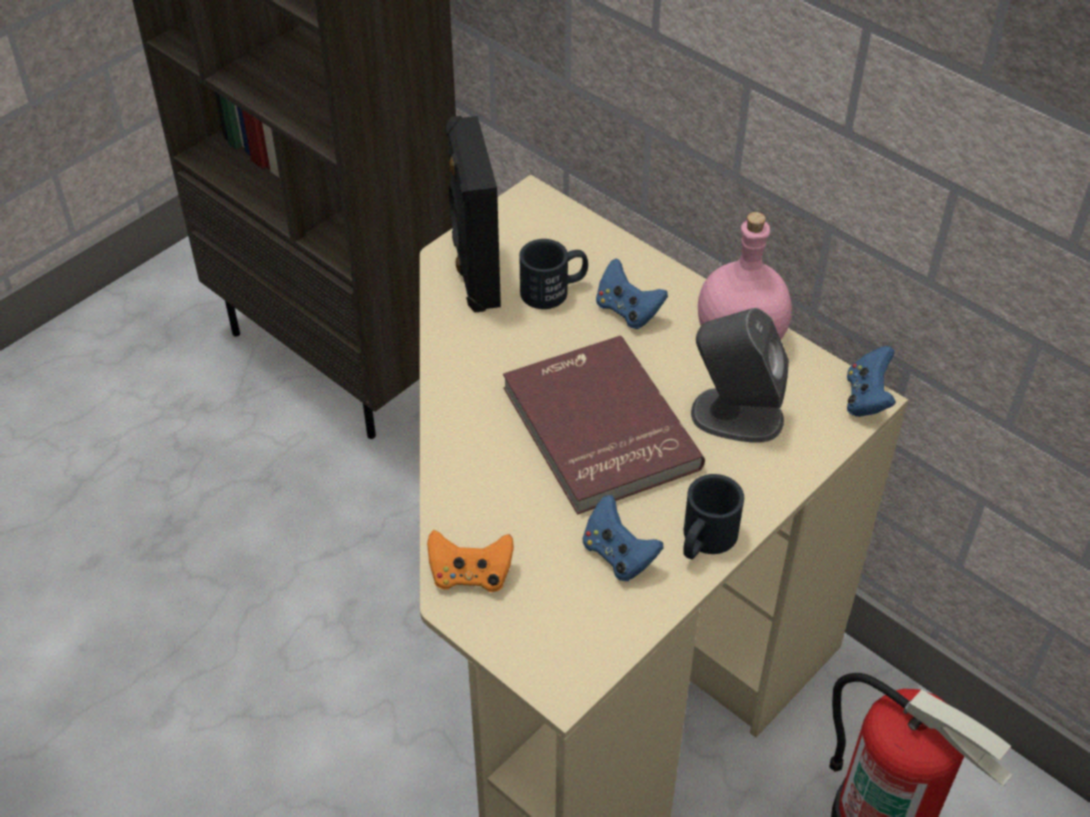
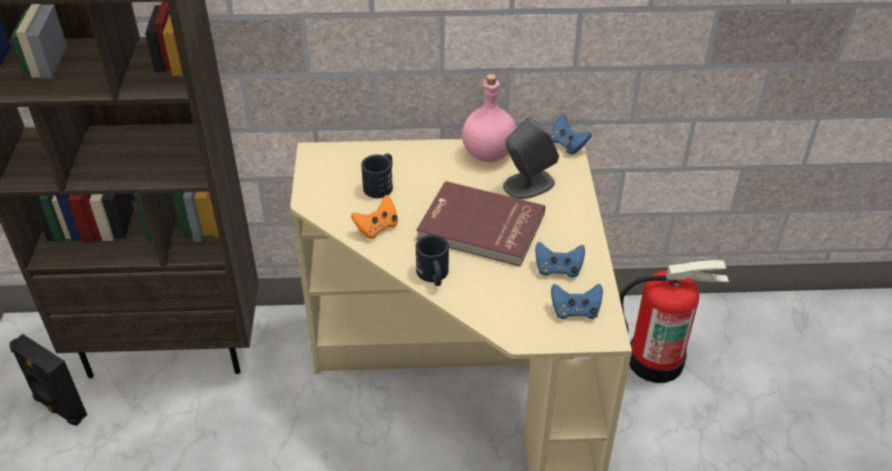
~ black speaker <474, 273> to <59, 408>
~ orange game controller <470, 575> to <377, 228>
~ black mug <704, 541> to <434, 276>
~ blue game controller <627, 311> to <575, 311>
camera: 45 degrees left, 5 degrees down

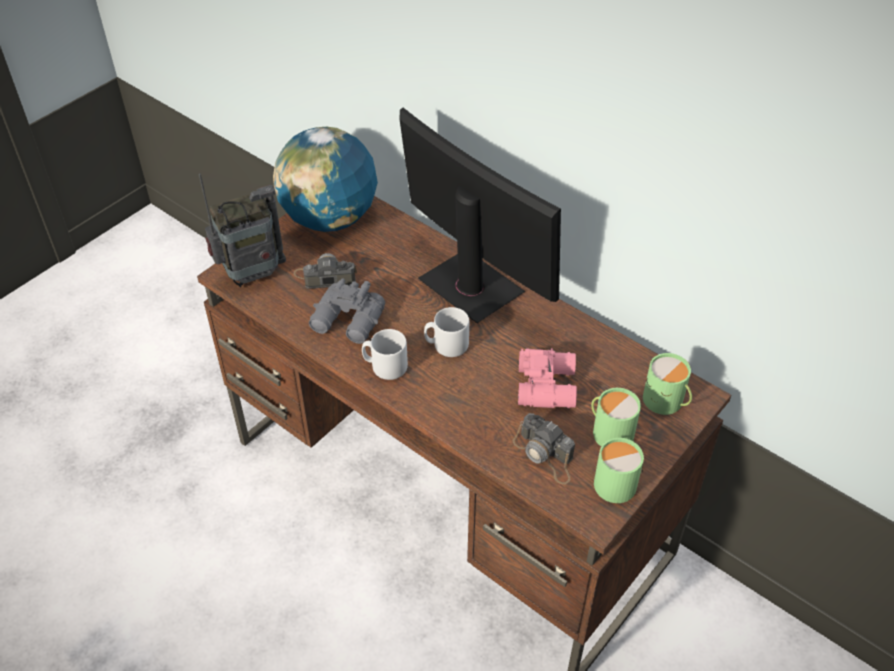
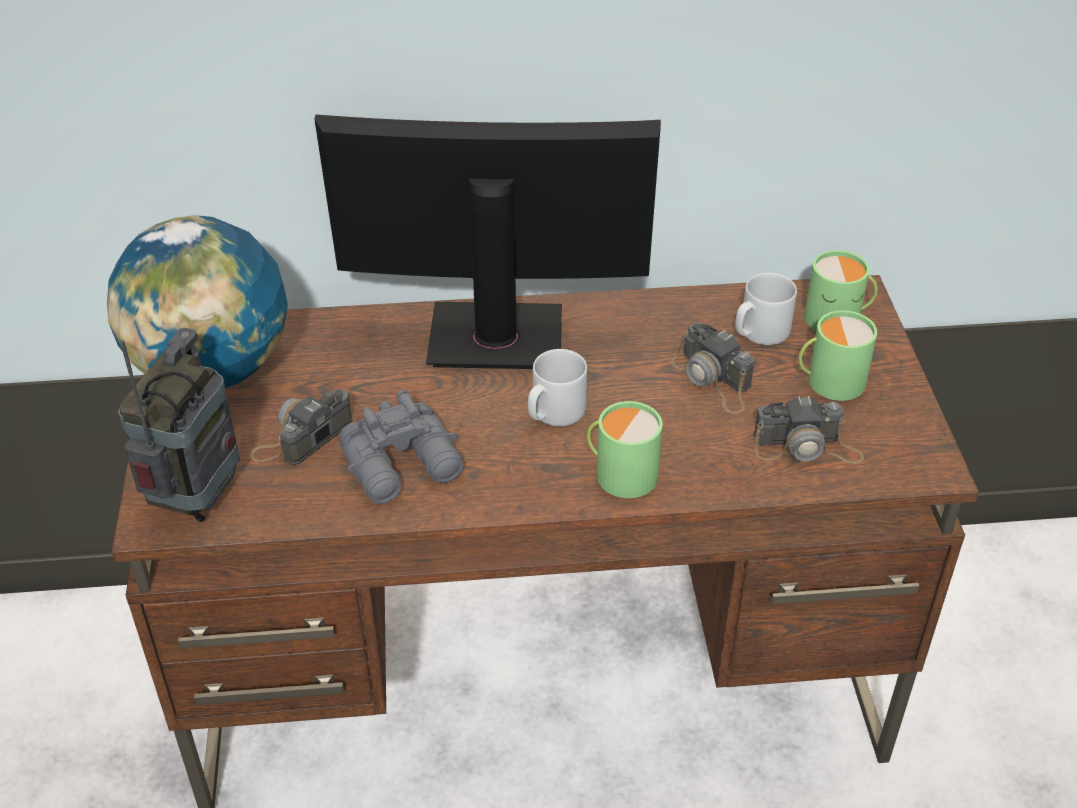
~ green mug <613, 480> to <620, 472>
~ pink binoculars <548, 385> to photo camera <713, 380>
~ grey mug <385, 366> to <759, 333>
camera: 45 degrees left, 5 degrees down

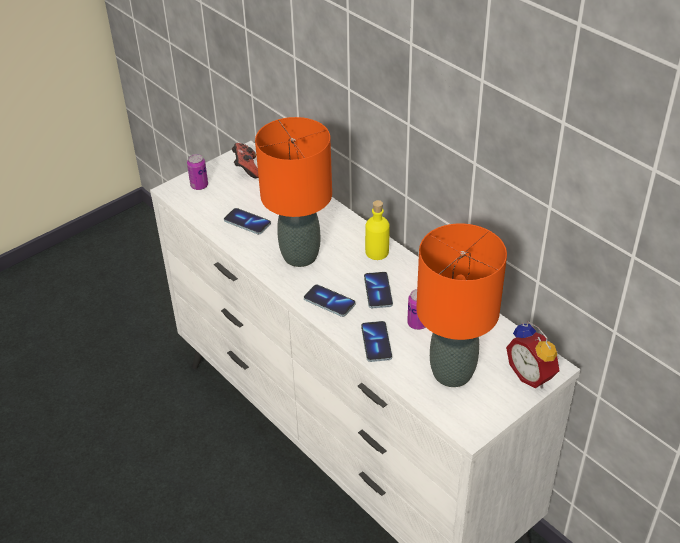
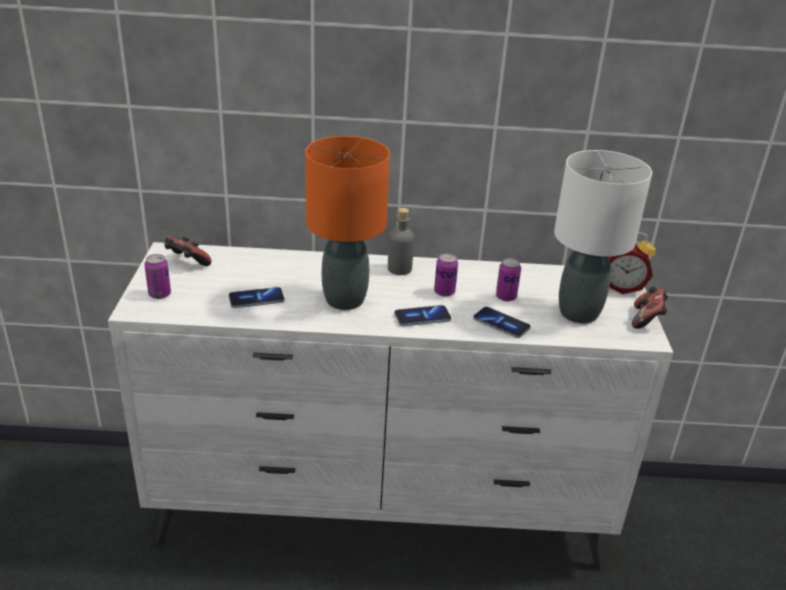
~ yellow bottle <377, 252> to grey bottle <399, 269>
~ phone <378, 291> to can <444, 292>
~ orange table lamp <452, 373> to white table lamp <579, 313>
+ game controller <647, 320>
camera: 50 degrees left, 10 degrees down

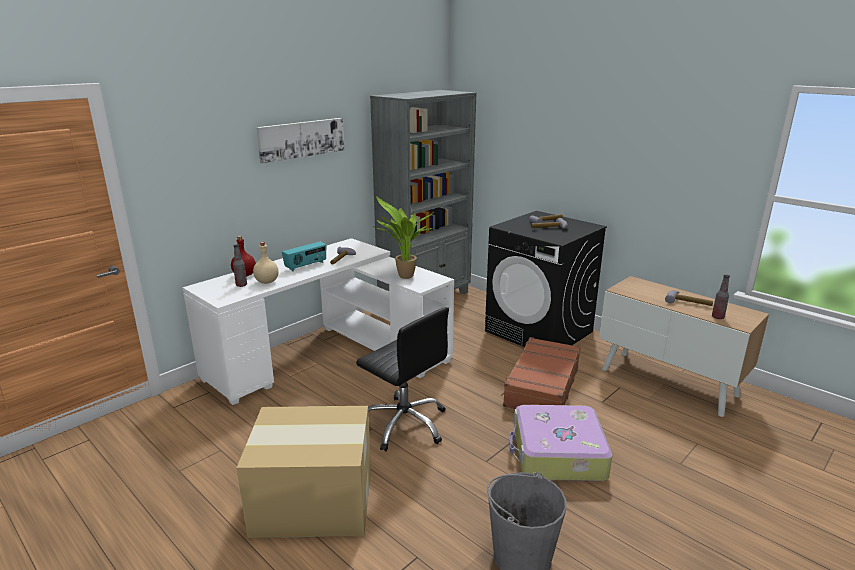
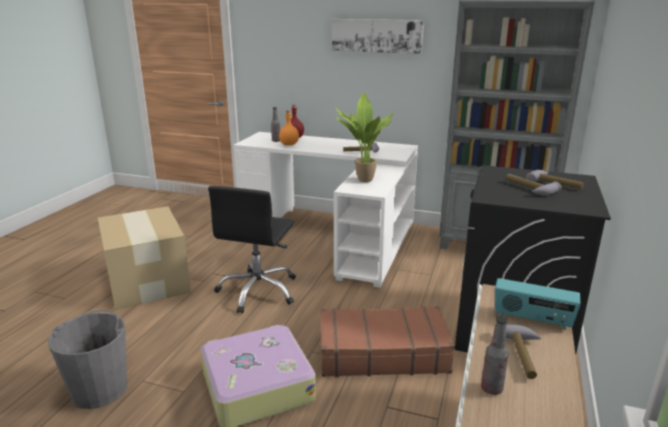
~ beige bottle <266, 282> to orange bottle <289, 144>
~ radio <306, 266> to <532, 319>
camera: 65 degrees right, 0 degrees up

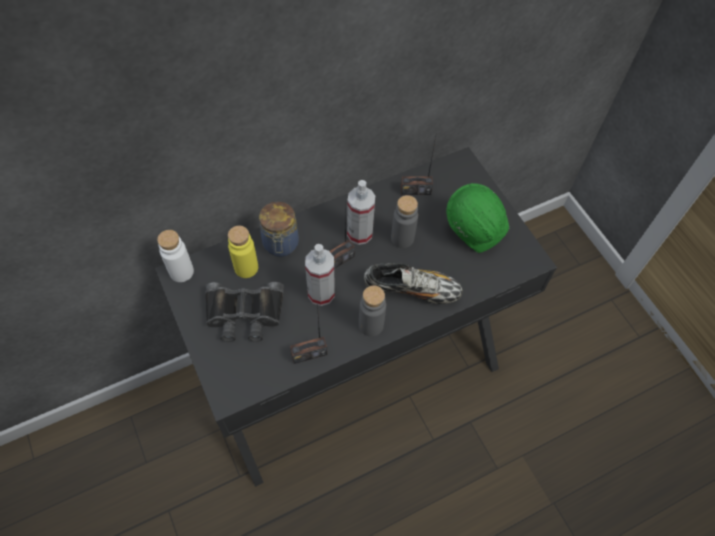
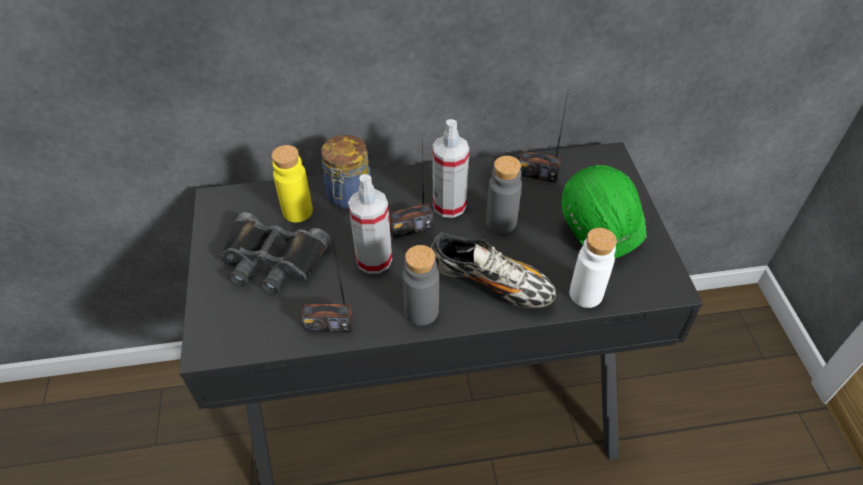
~ white bottle <181, 272> to <586, 294>
camera: 20 degrees right, 10 degrees down

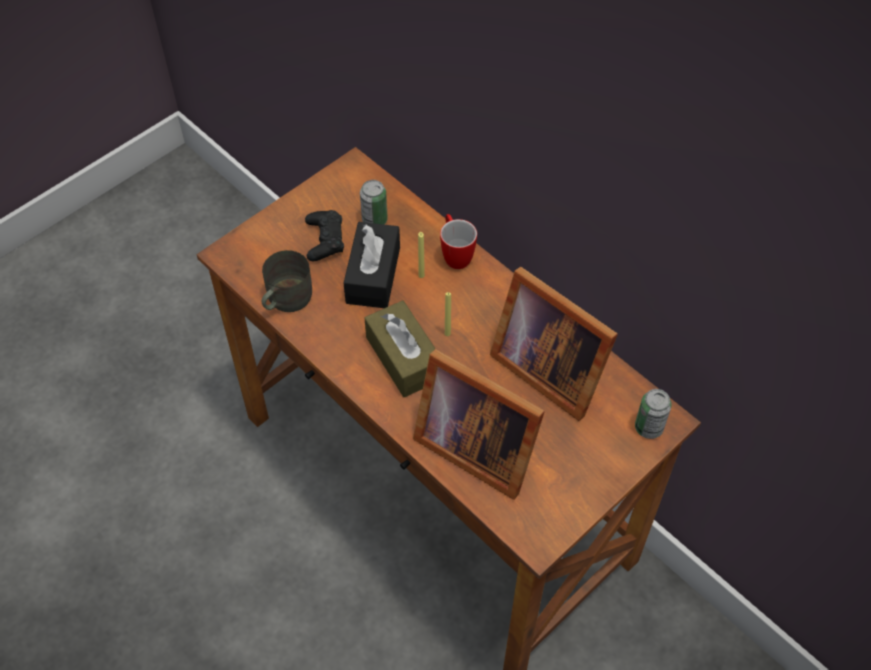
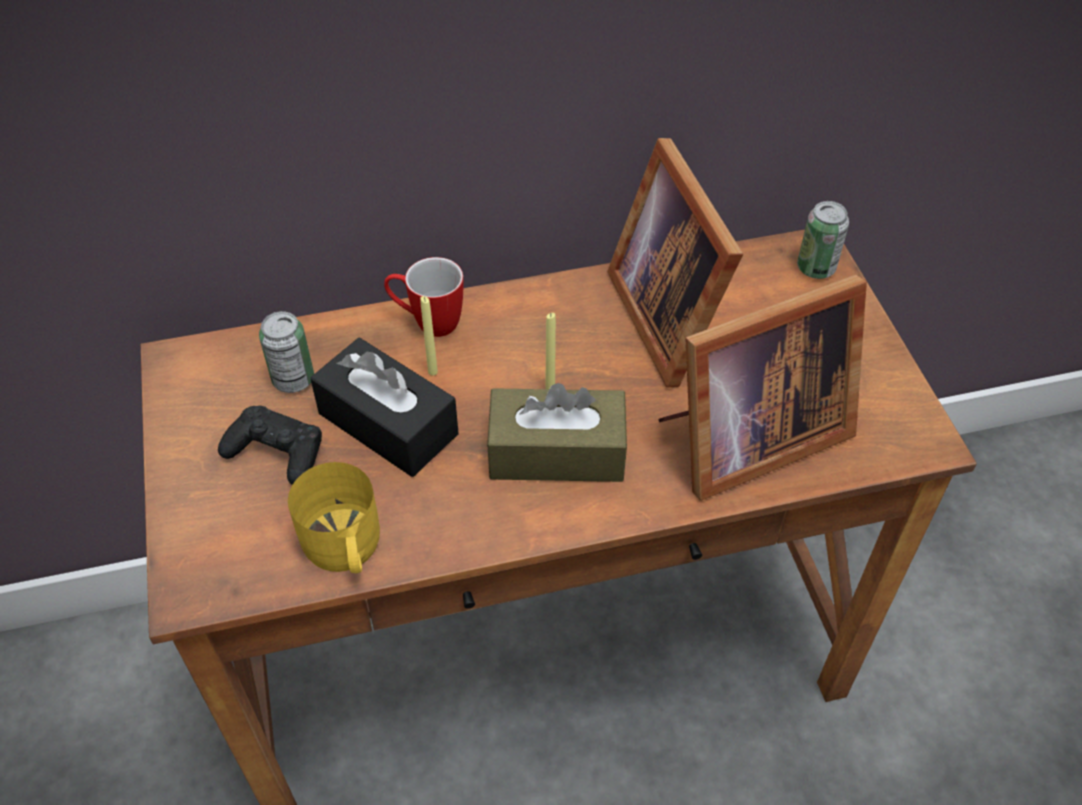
~ grey mug <285, 299> to yellow mug <344, 549>
~ picture frame <547, 367> = <672, 315> 90 degrees clockwise
camera: 60 degrees left, 5 degrees down

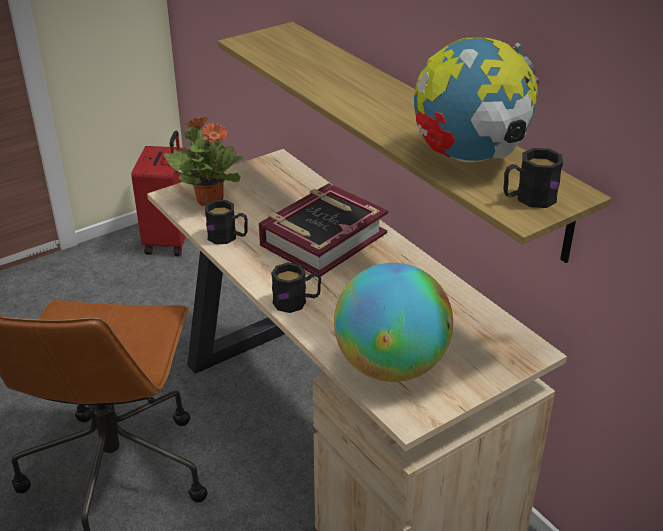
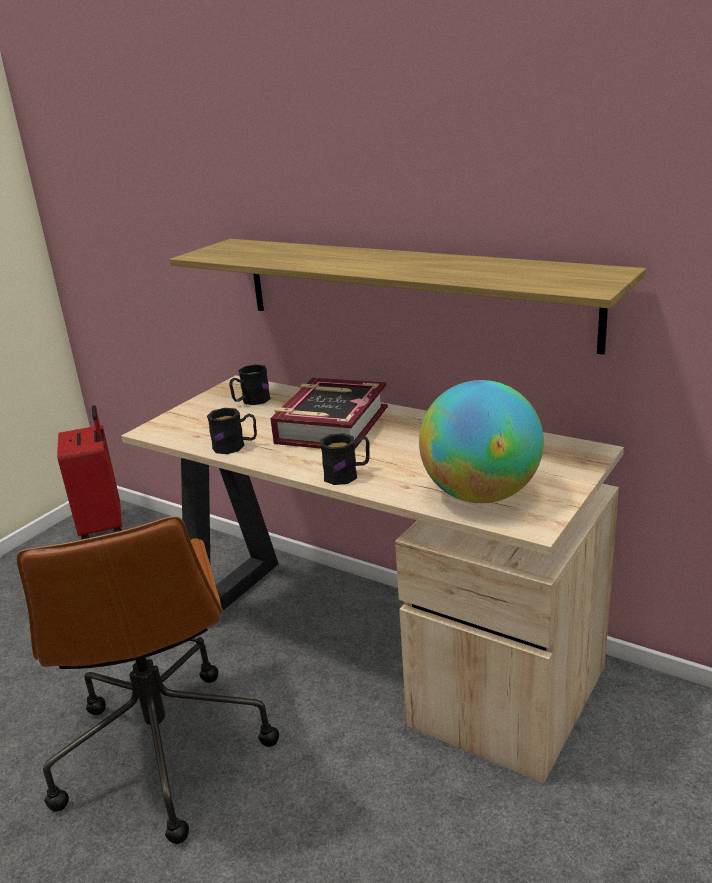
~ black mug <528, 199> to <251, 401>
- potted plant <209, 199>
- globe <469, 156>
camera: 20 degrees left, 10 degrees down

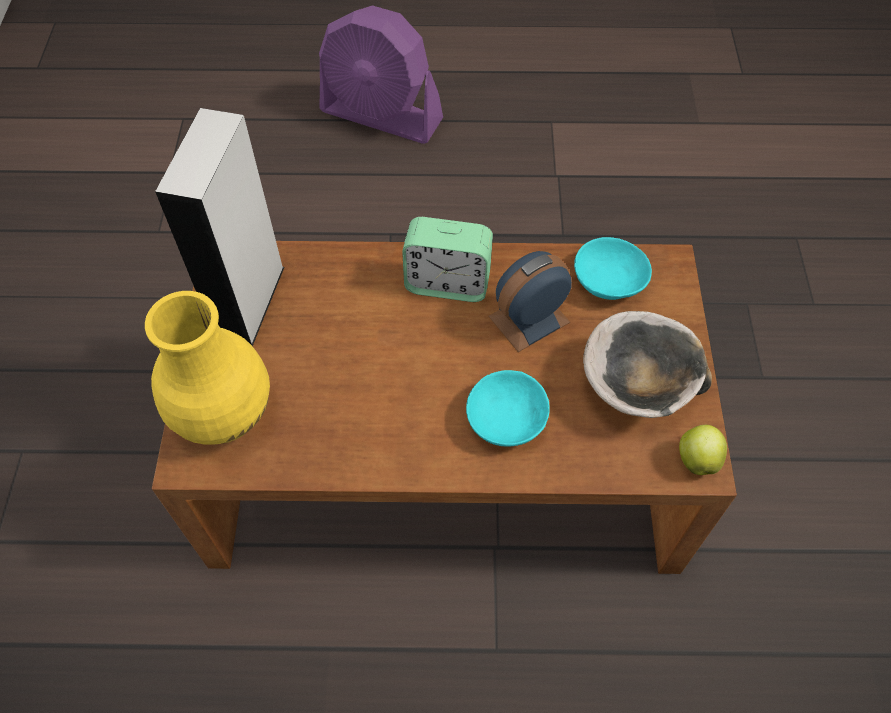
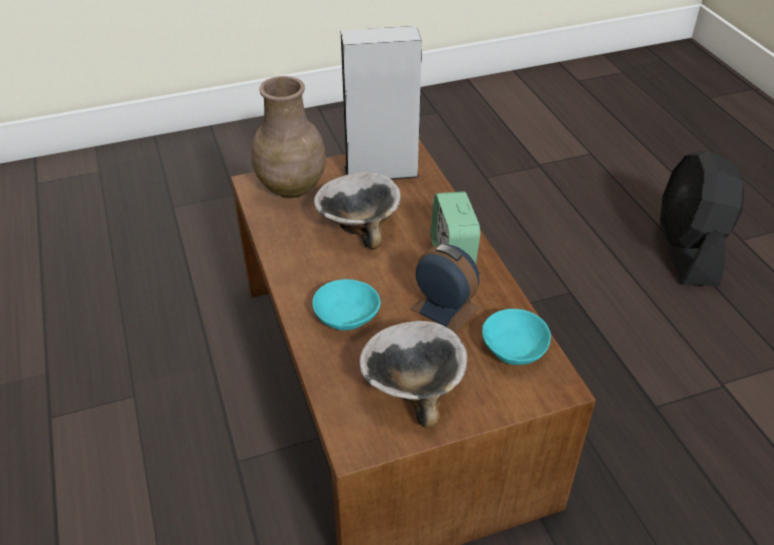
~ yellow vase <225, 413> to brown vase <292, 187>
+ bowl <358, 225>
~ purple fan <381, 115> to black fan <687, 250>
- apple <697, 459>
camera: 70 degrees right, 15 degrees down

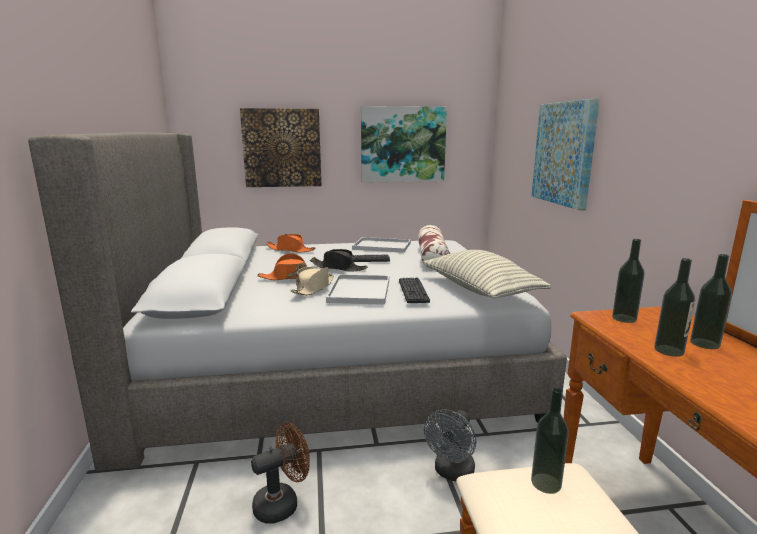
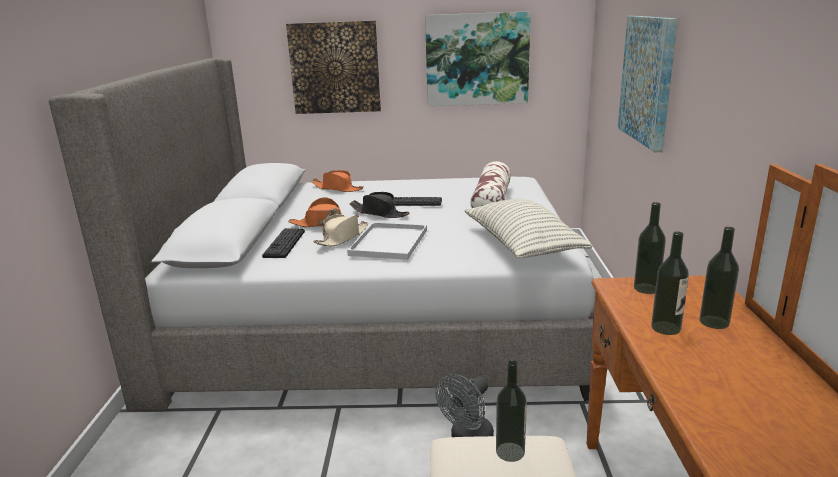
~ keyboard <413, 291> to <284, 243>
- brown fan <282, 503>
- white tray <383, 246>
camera: 10 degrees right, 5 degrees up

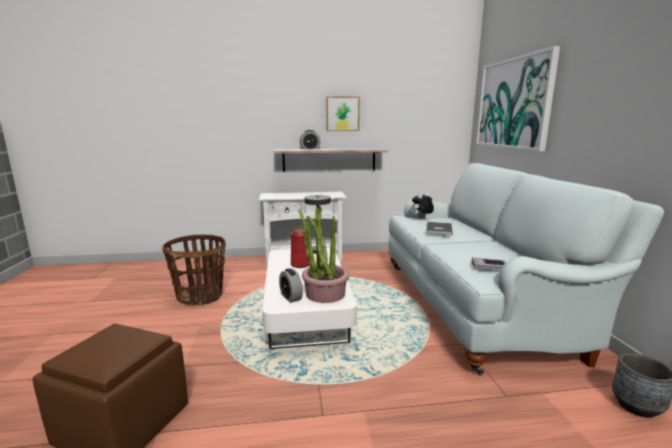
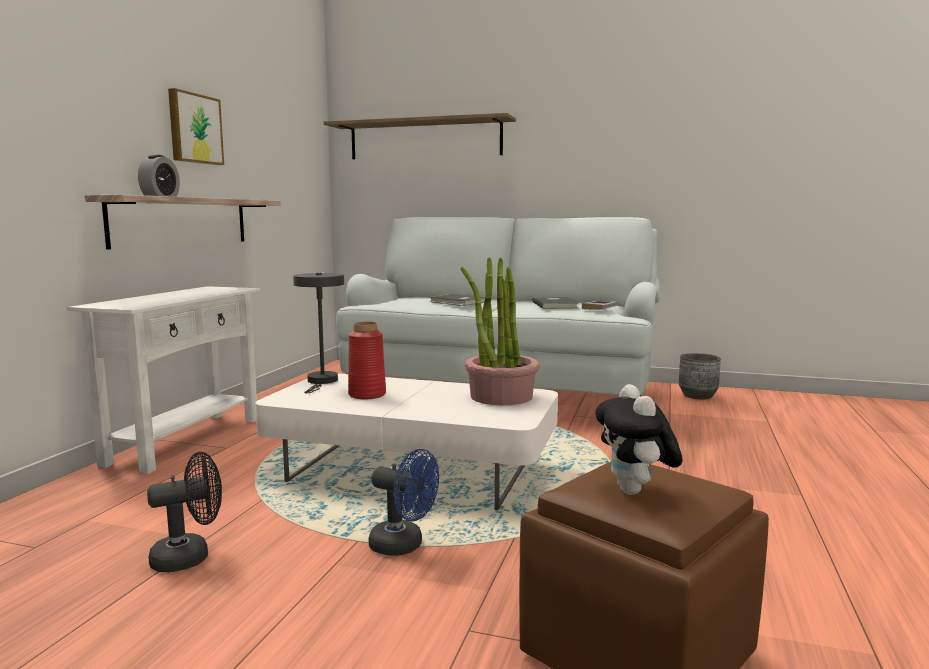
~ basket <200, 296> to black fan <190, 556>
~ picture <513, 104> to shelf <425, 139>
+ blue fan <404, 545>
+ grey book <555, 305>
~ plush toy <421, 219> to <635, 492>
- alarm clock <291, 297>
camera: 65 degrees left, 5 degrees down

